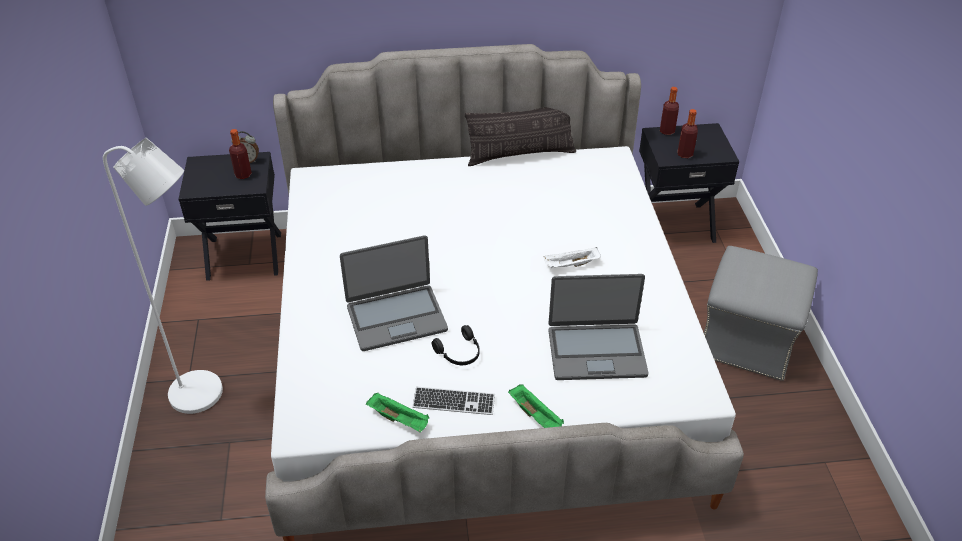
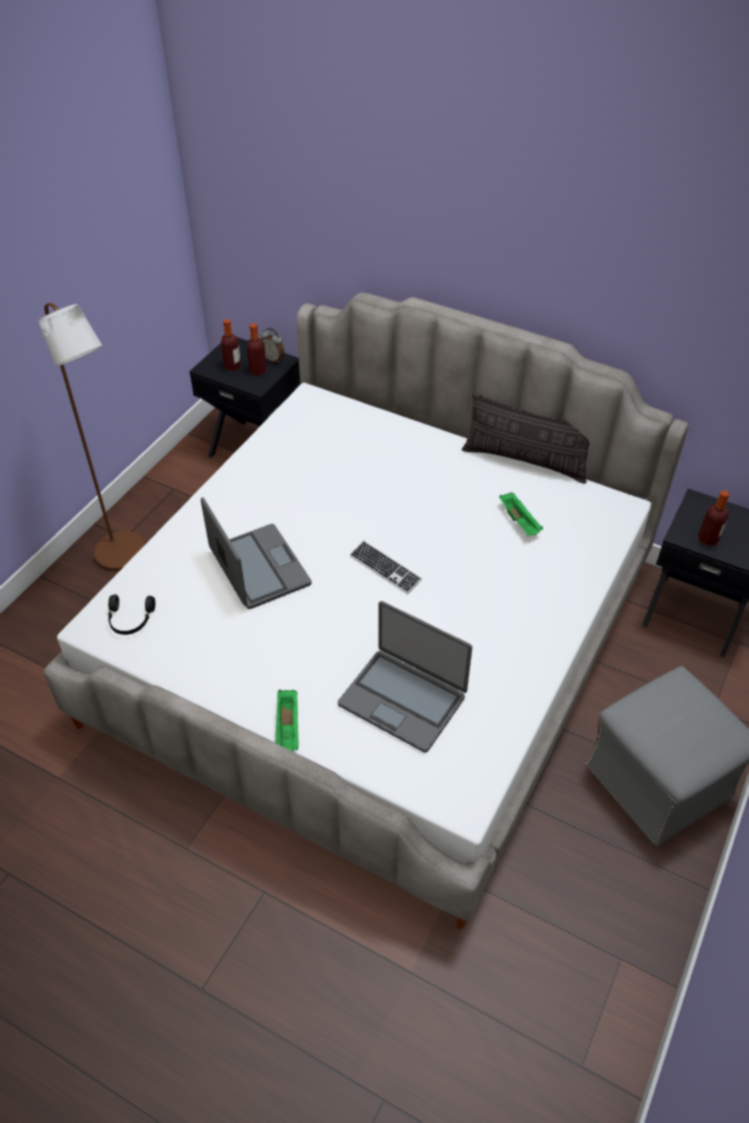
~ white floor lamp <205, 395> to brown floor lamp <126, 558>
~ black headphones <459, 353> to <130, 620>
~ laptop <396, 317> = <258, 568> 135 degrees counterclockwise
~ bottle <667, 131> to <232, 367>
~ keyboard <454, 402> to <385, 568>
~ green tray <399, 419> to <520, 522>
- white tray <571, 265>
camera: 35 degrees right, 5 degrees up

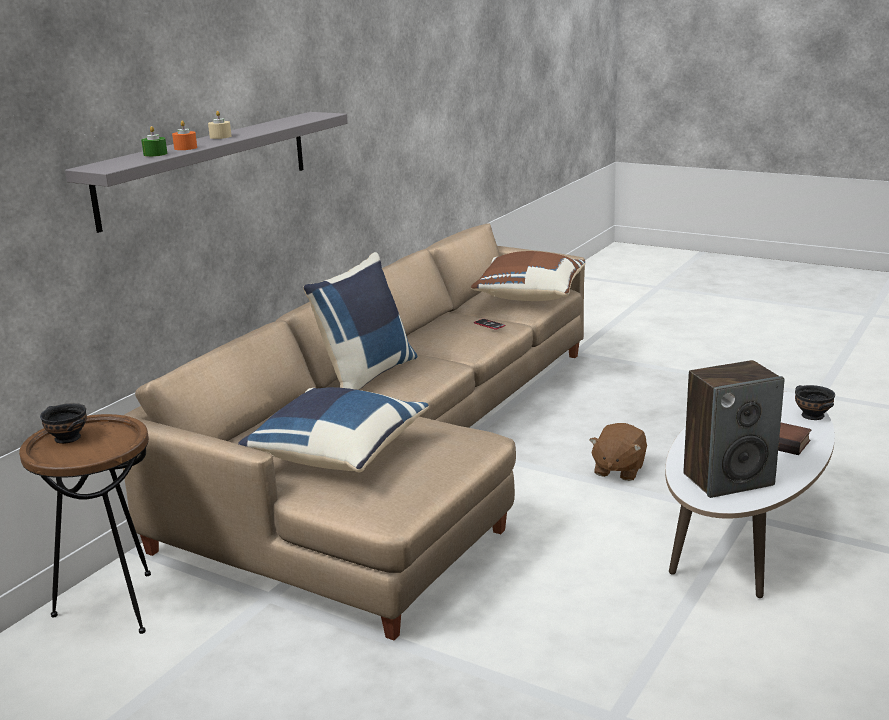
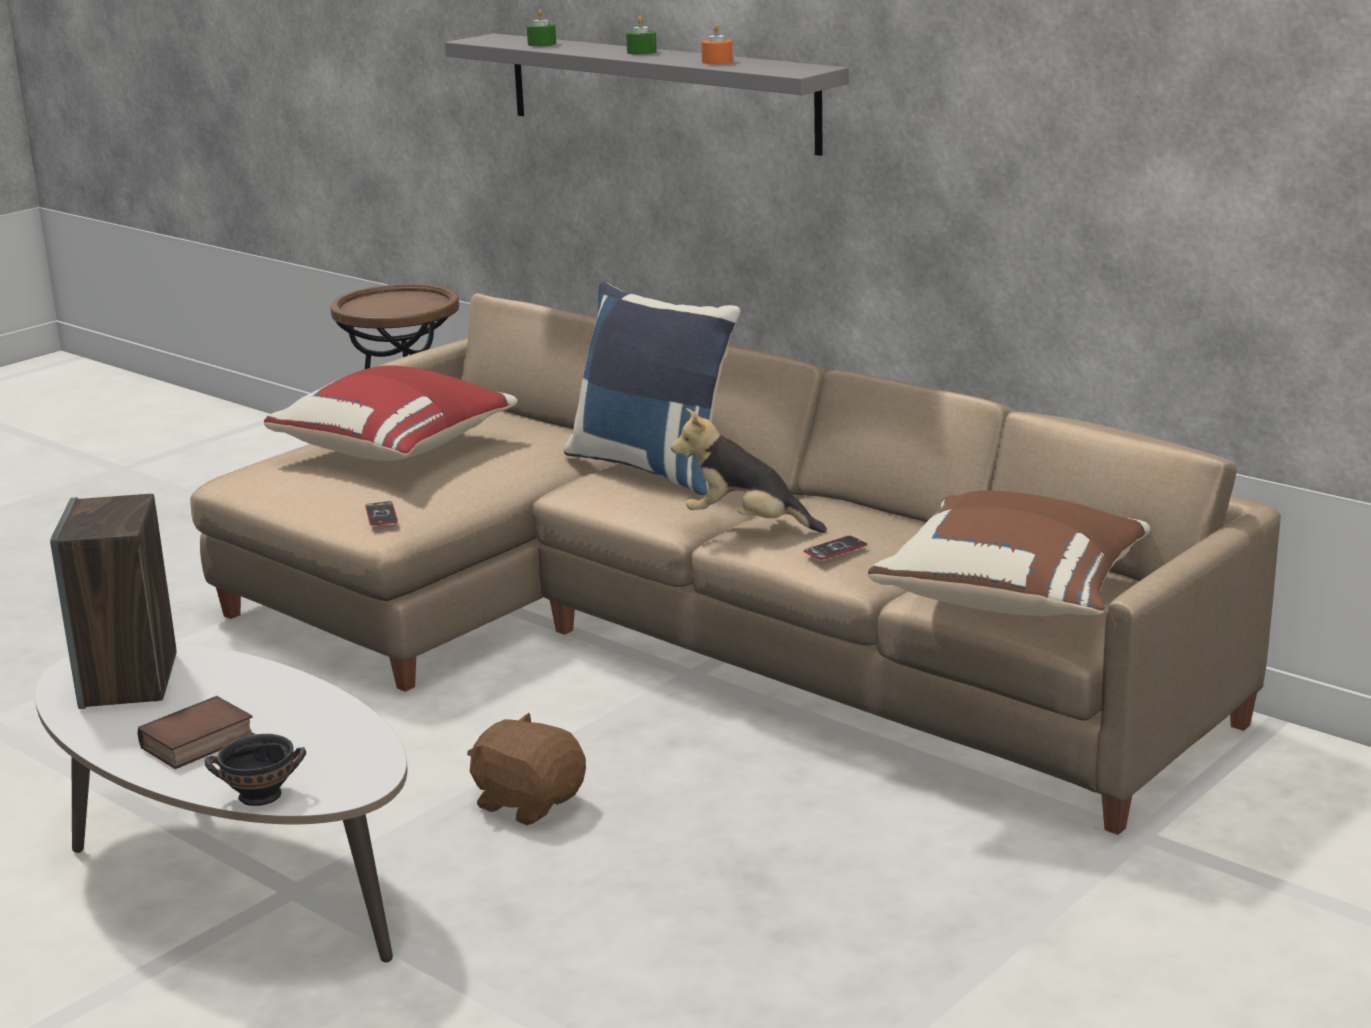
~ blue pillow <337, 453> to red pillow <397, 449>
+ phone <381, 514>
~ beige candle <220, 136> to green candle <641, 52>
+ plush toy <746, 524>
~ orange candle <185, 148> to <717, 61>
- black bowl <68, 438>
camera: 100 degrees right, 0 degrees up

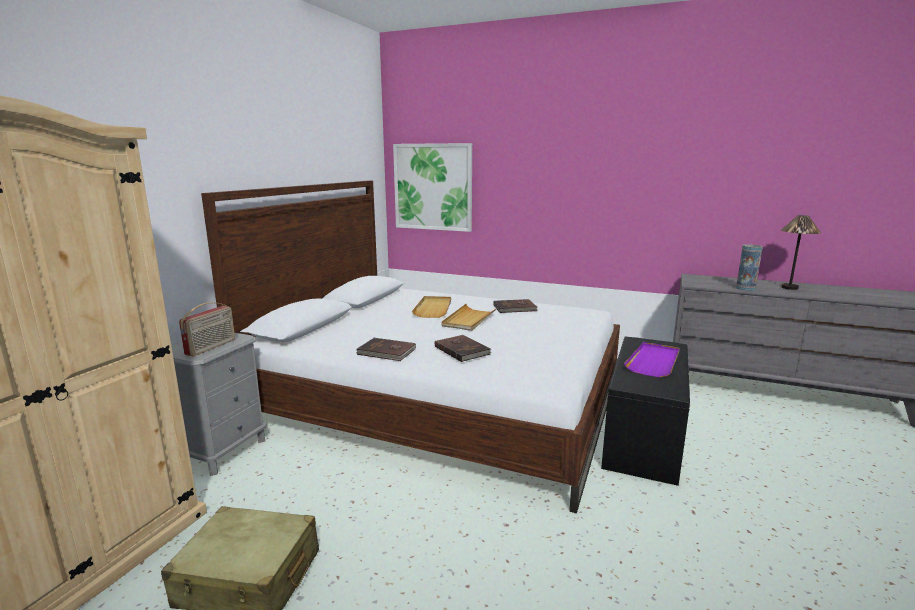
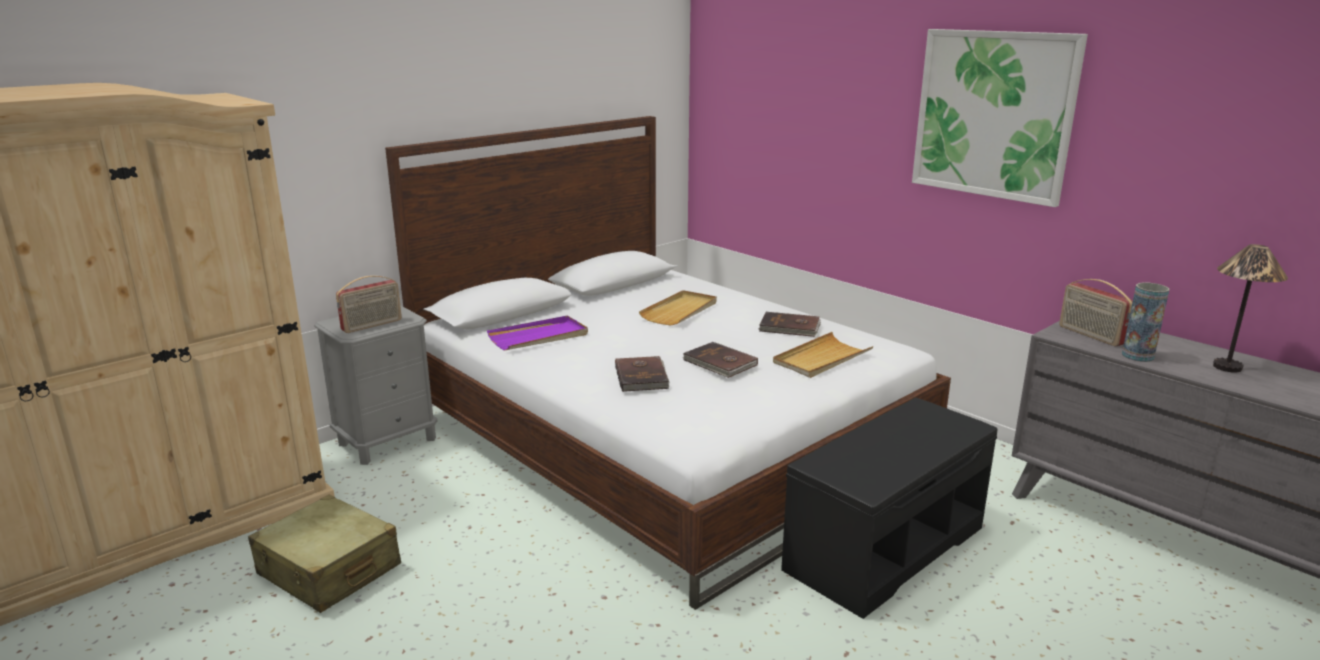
~ purple tray <653, 362> to <539, 337>
~ brown book <386, 352> to <720, 363>
~ beige tray <469, 319> to <821, 359>
~ picture <433, 187> to <993, 114>
+ radio <1090, 335>
camera: 25 degrees right, 5 degrees up

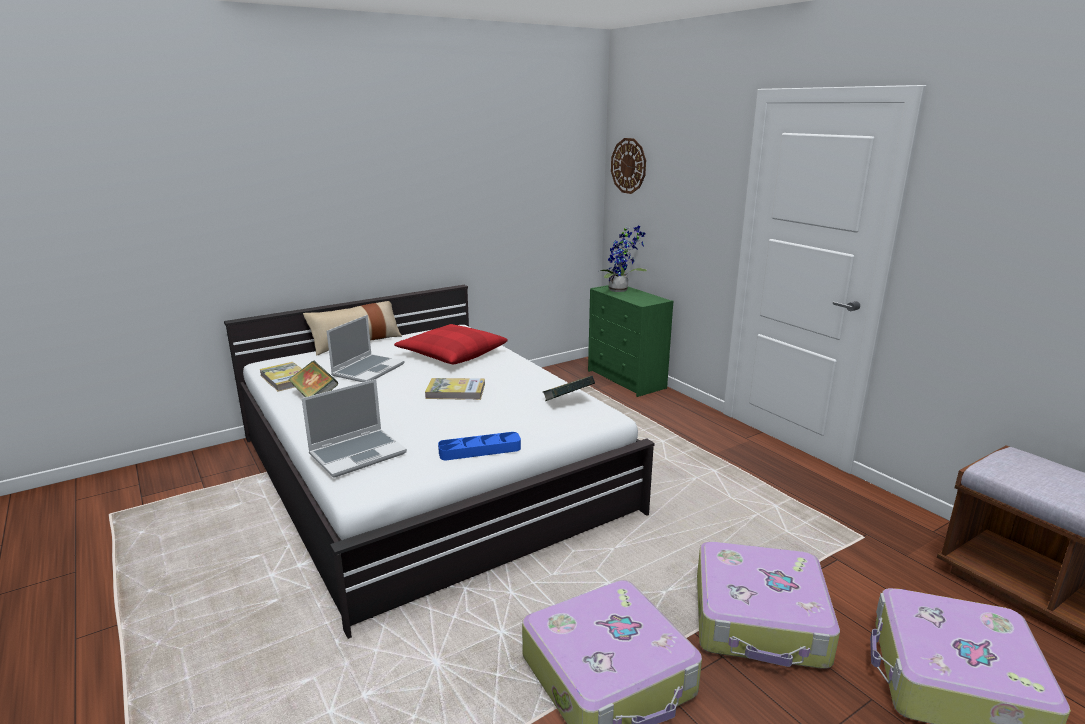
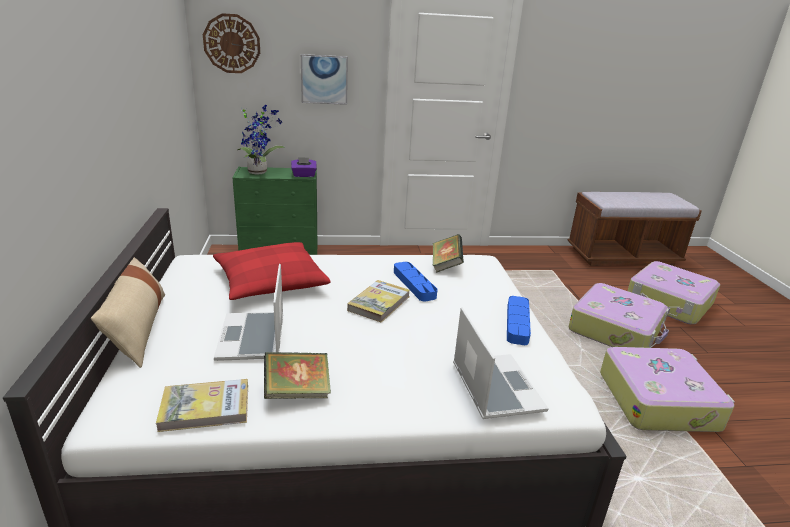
~ laptop <368, 369> = <253, 338> 150 degrees counterclockwise
+ purple tissue box <304, 175>
+ picture <324, 79>
+ blue tray <414, 284>
camera: 65 degrees left, 5 degrees up

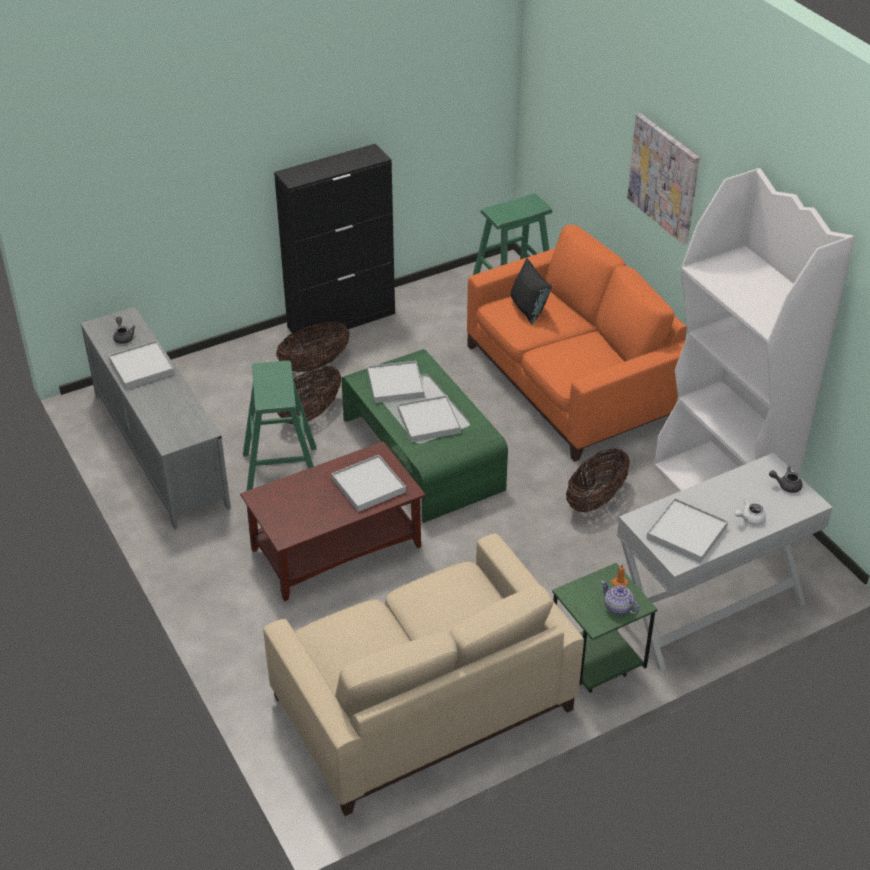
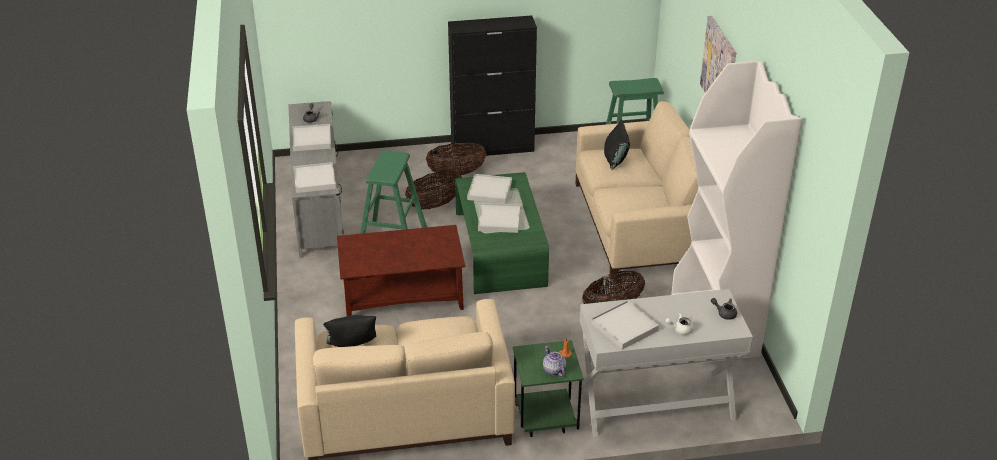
~ white tray <368, 486> to <314, 180>
+ black pillow <351, 345>
~ orange sofa <571, 382> to beige sofa <640, 224>
camera: 20 degrees right, 5 degrees down

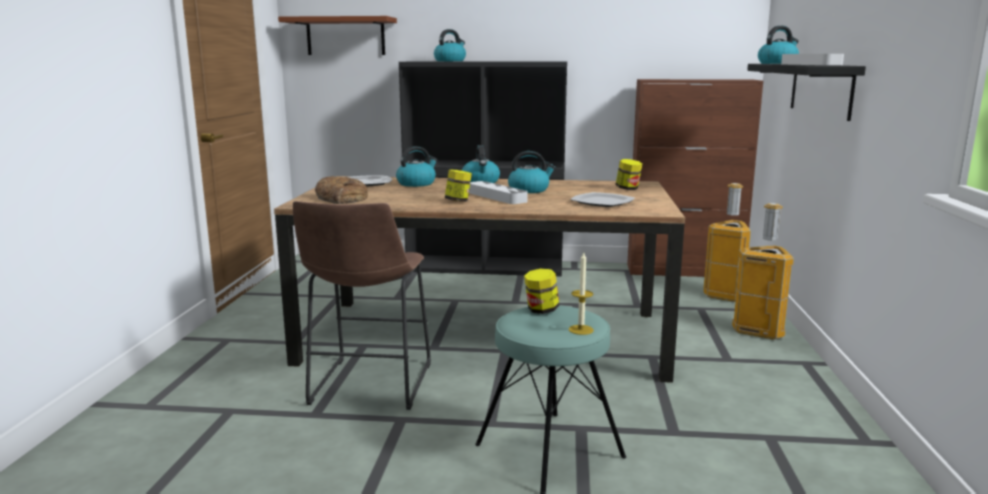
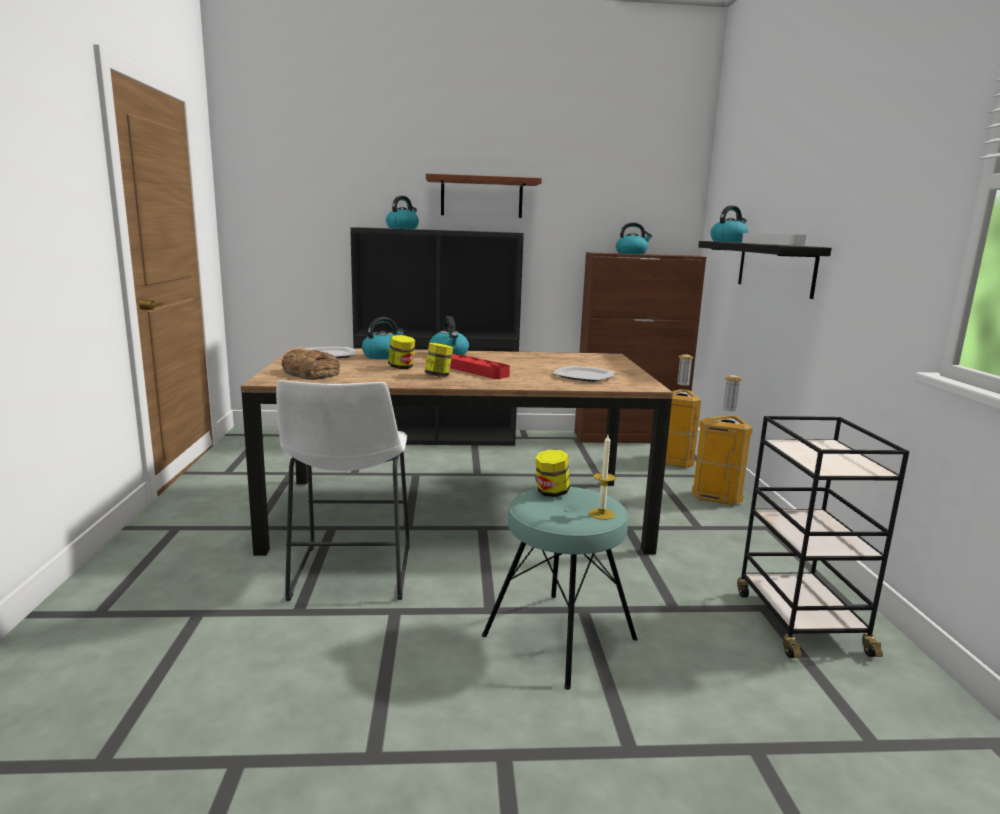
~ brown stool <369, 387> to white stool <350, 575>
~ jar <628, 189> to <401, 367>
~ brown shelf <345, 36> to <481, 197>
~ grey tray <496, 197> to red tray <475, 371>
~ kettle <529, 190> to <631, 253>
+ black cart <799, 621>
camera: 10 degrees left, 0 degrees up

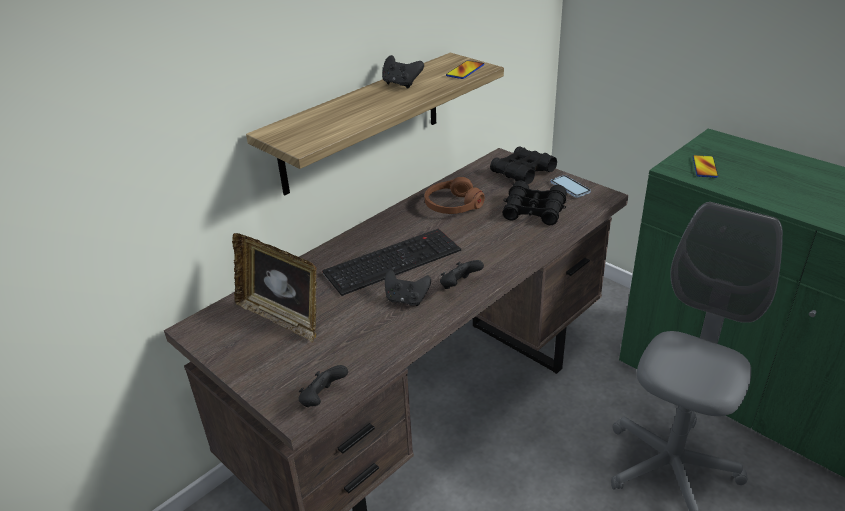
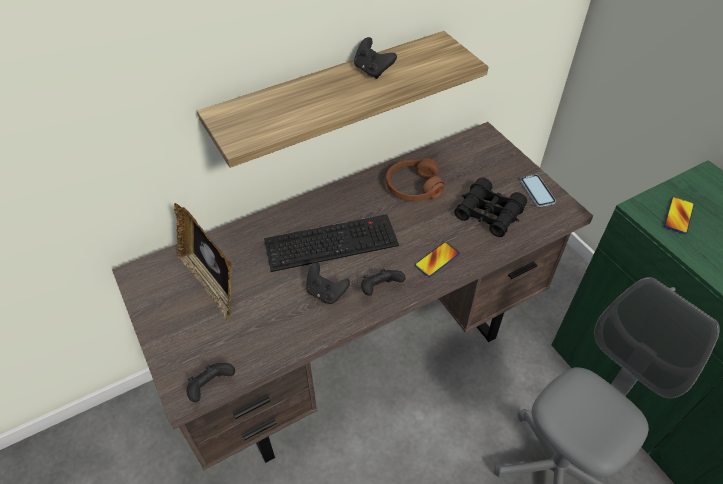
~ phone <465, 71> to <437, 260>
- black binoculars <522, 172>
camera: 15 degrees right, 15 degrees up

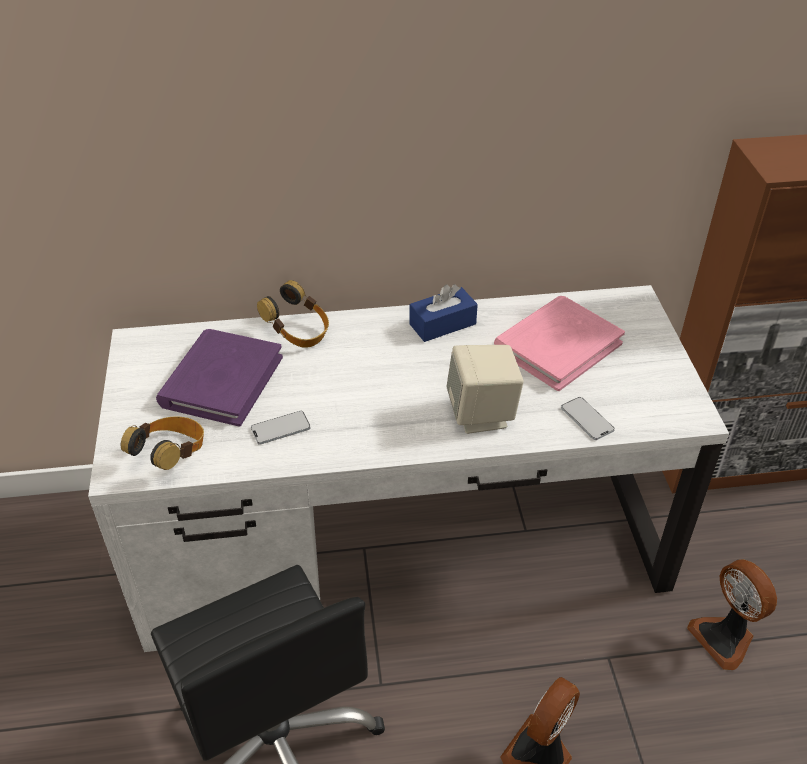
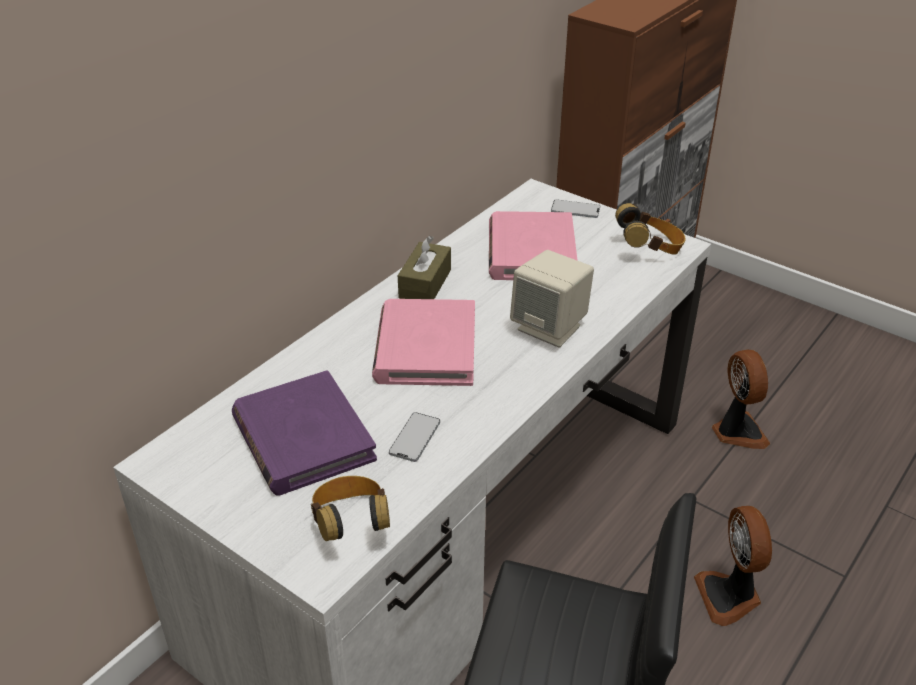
+ pink book <425, 347>
~ blue tissue box <442, 324> to brown tissue box <425, 284>
~ phone <587, 419> to <575, 210>
~ headphones <298, 332> to <649, 249>
~ fan <724, 637> = <737, 432> 120 degrees counterclockwise
camera: 45 degrees left, 5 degrees down

